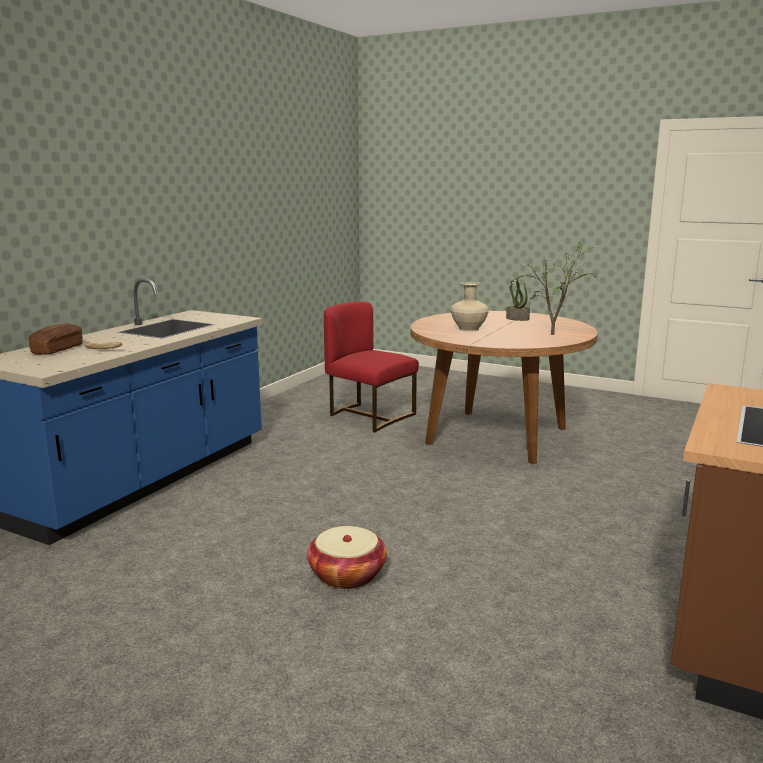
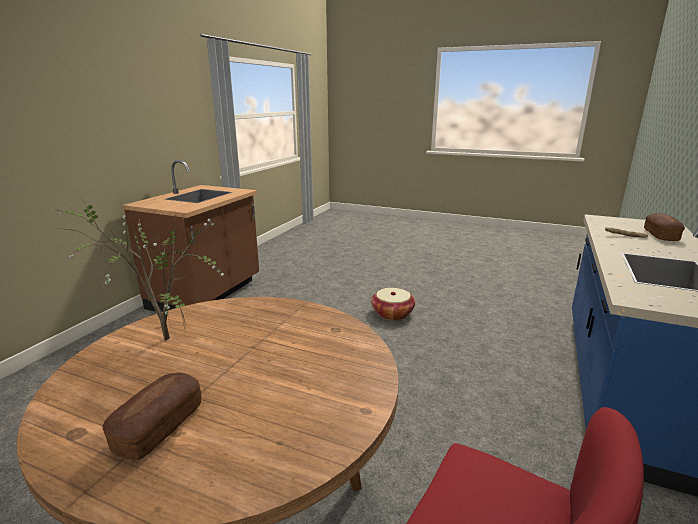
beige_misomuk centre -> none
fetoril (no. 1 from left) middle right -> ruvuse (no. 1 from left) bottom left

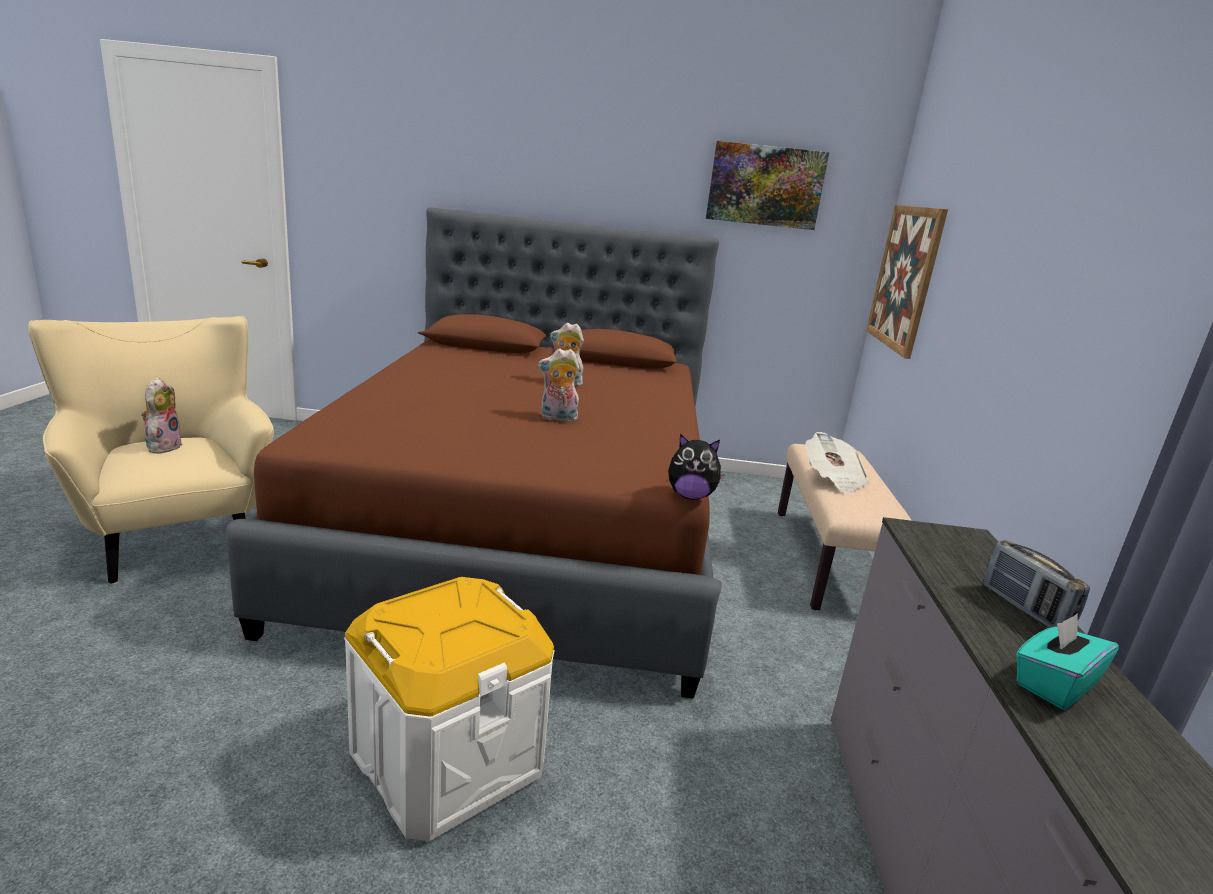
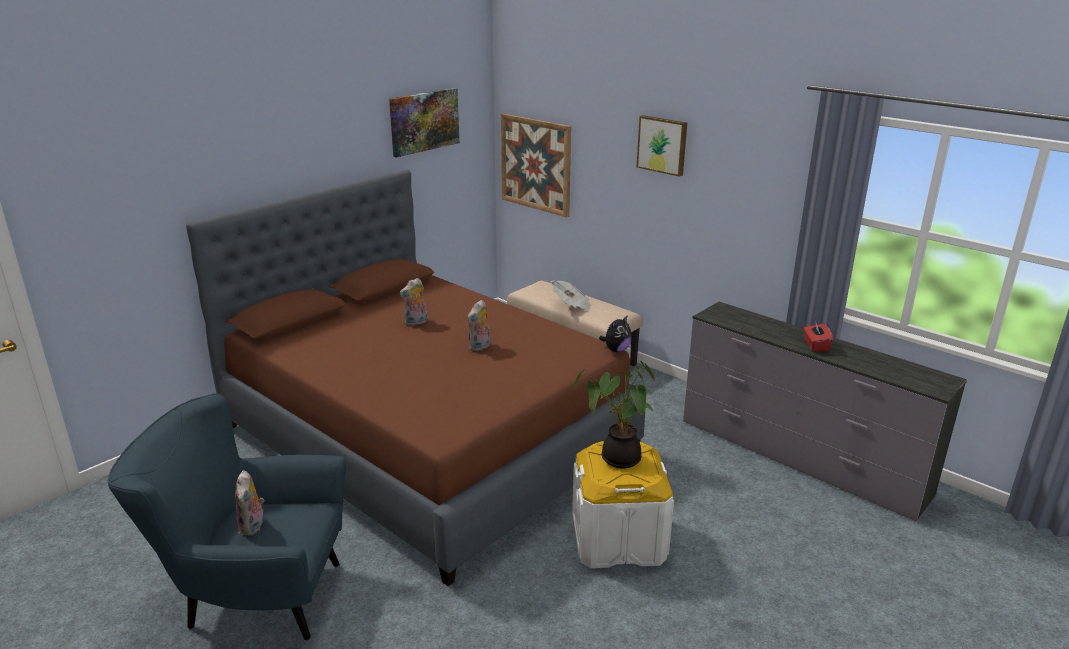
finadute middle right -> none
none -> fetoril centre
none -> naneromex (no. 3 from left) top centre
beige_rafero middle left -> blue_rafero bottom left
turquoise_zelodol bottom right -> red_zelodol middle right
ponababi (no. 1 from left) middle left -> ponababi (no. 1 from left) bottom left, 135 degrees counterclockwise

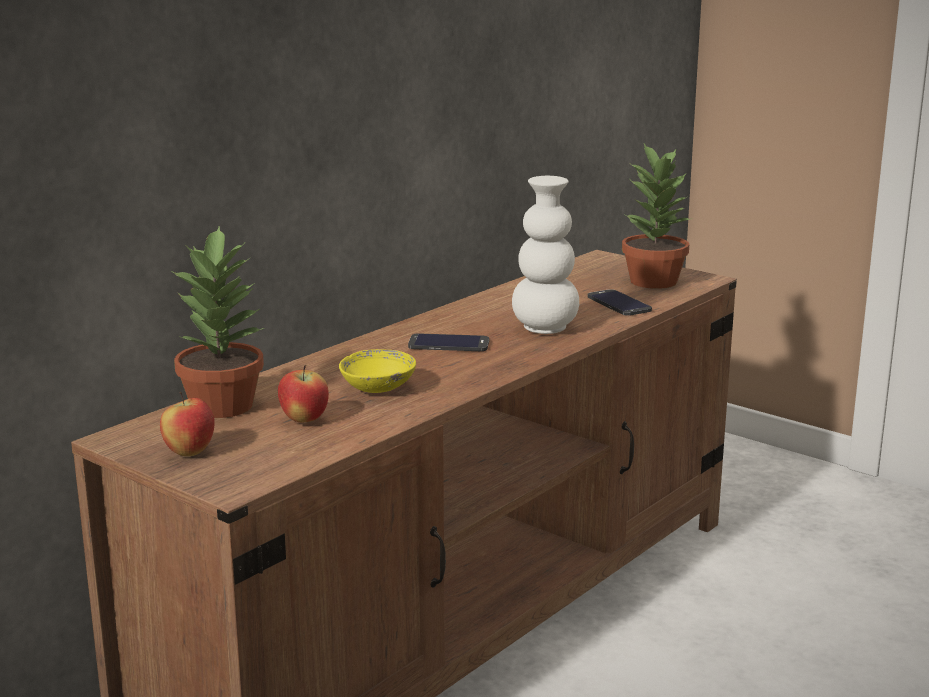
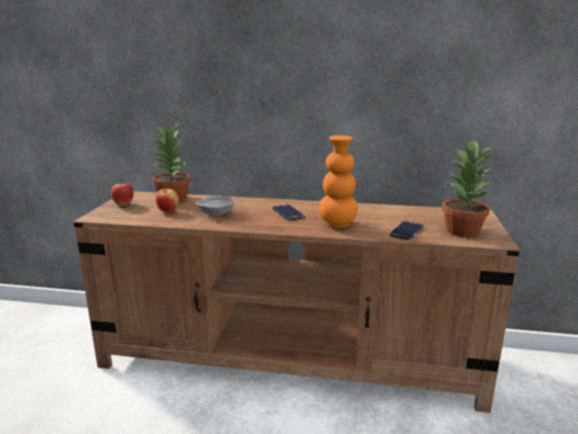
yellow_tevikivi centre -> grey_tevikivi centre
white_misomuk centre -> orange_misomuk centre

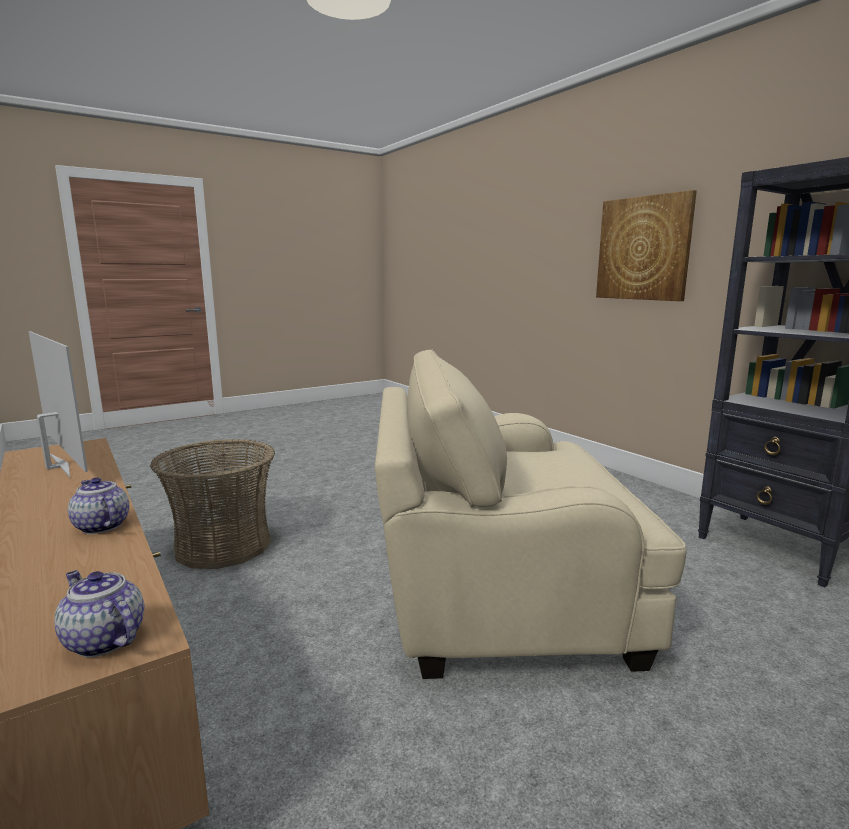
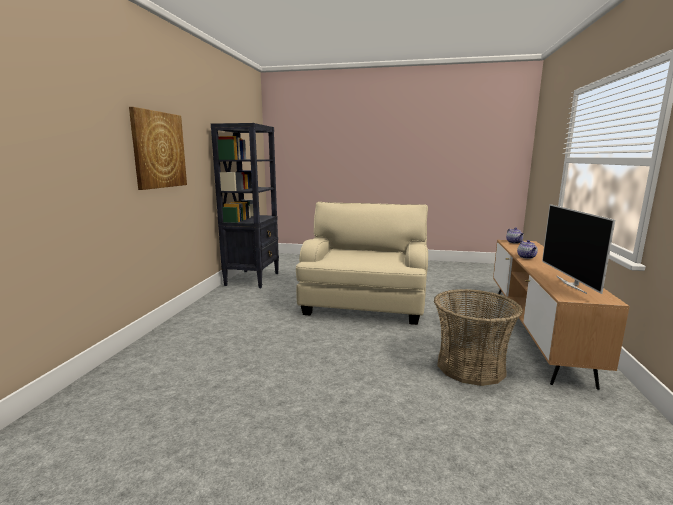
beige_rafero centre, 120 degrees counterclockwise

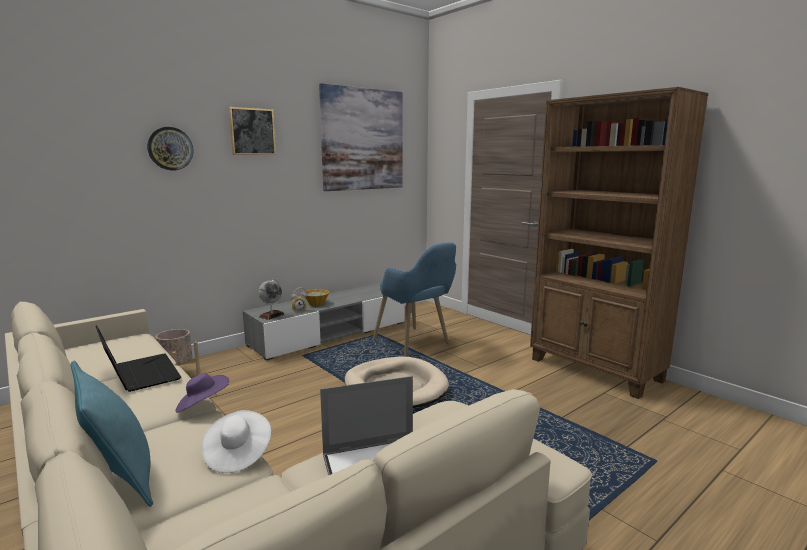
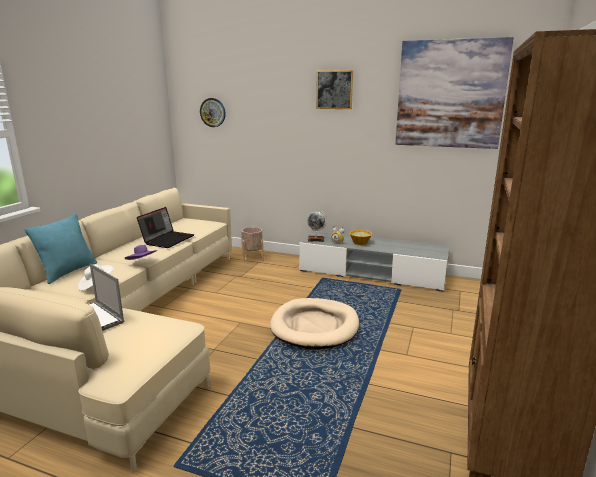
blue_rafero centre -> none
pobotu top left -> pobotu top centre, shifted

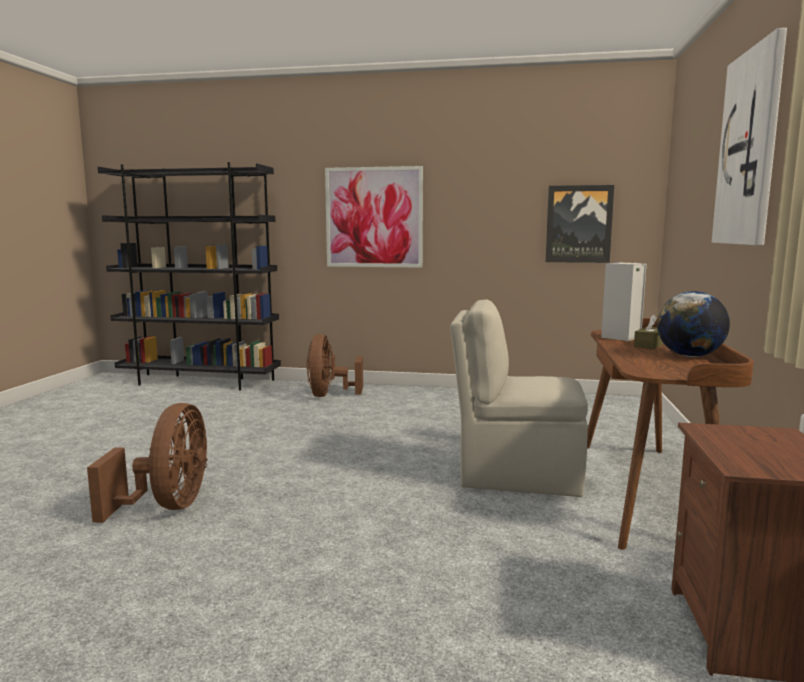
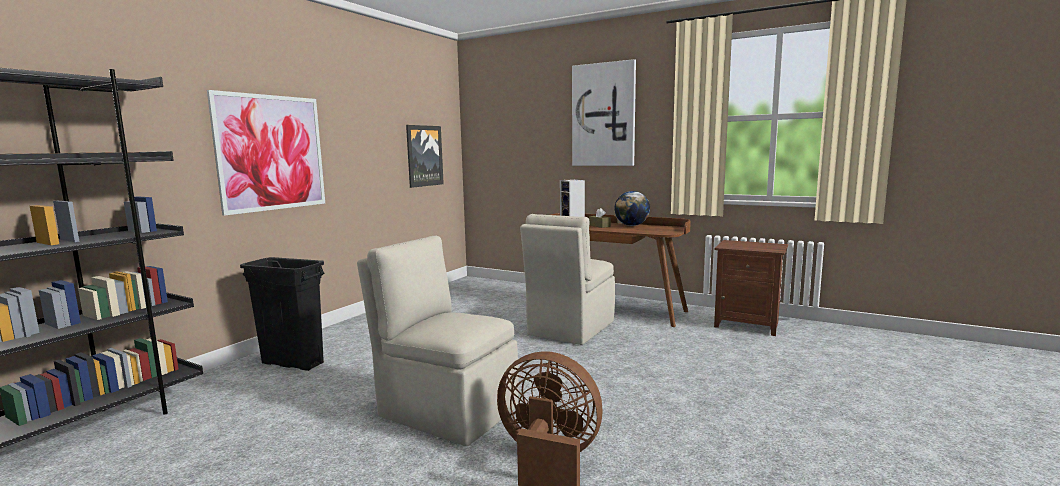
none -> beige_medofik (no. 1 from left) bottom centre
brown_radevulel (no. 2 from left) centre -> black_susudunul middle left

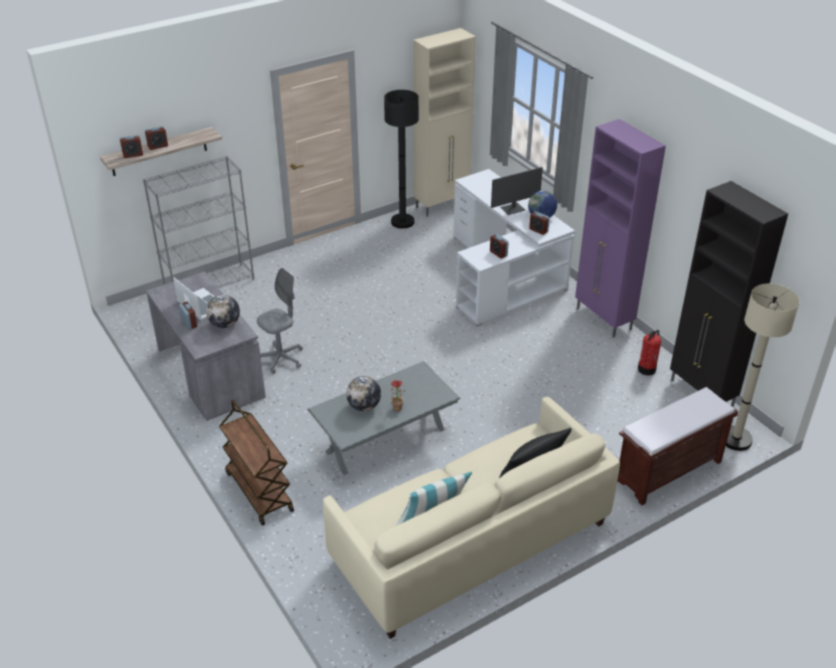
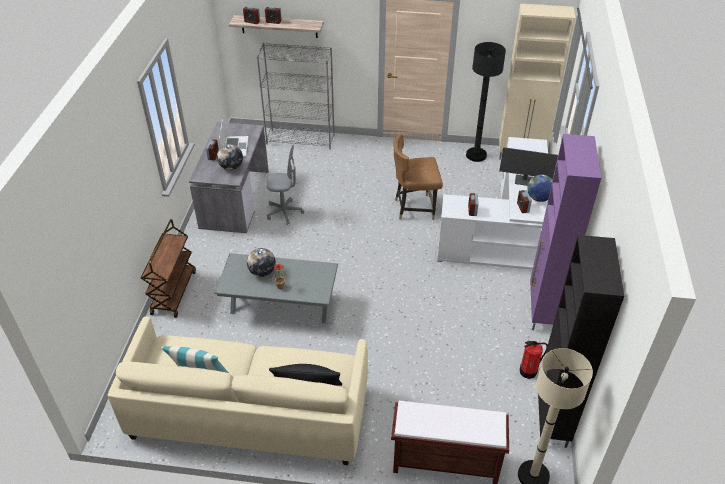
none -> brown_medofik centre

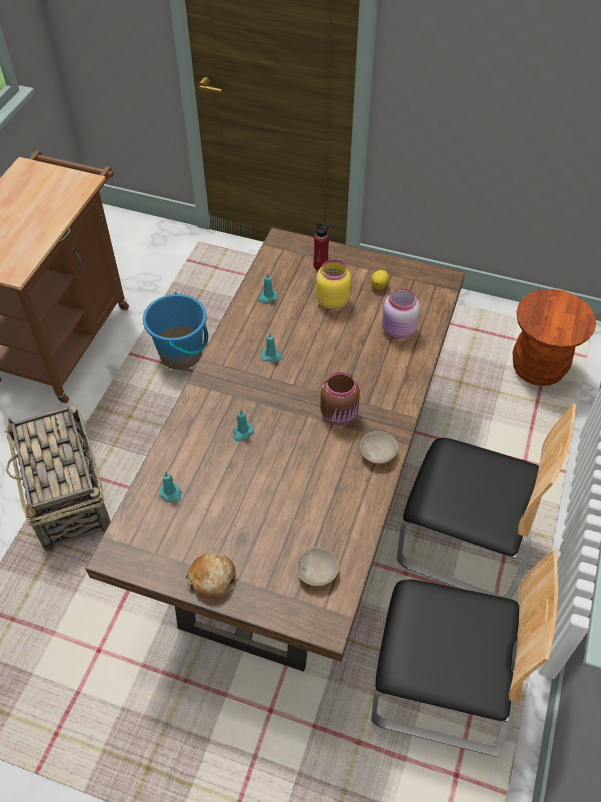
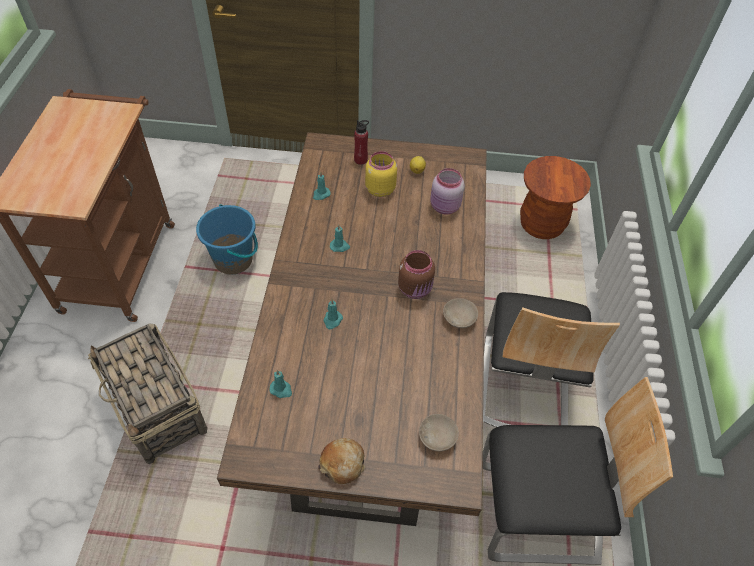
medofik (no. 2 from left in the first image) middle right -> medofik (no. 1 from left) middle right, 90 degrees clockwise

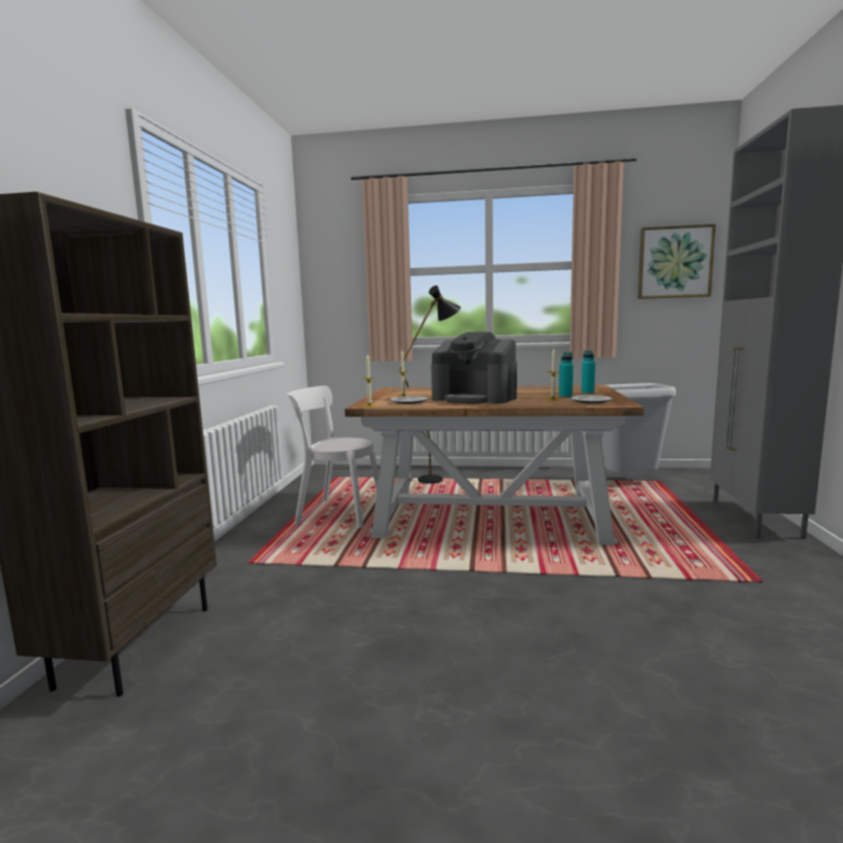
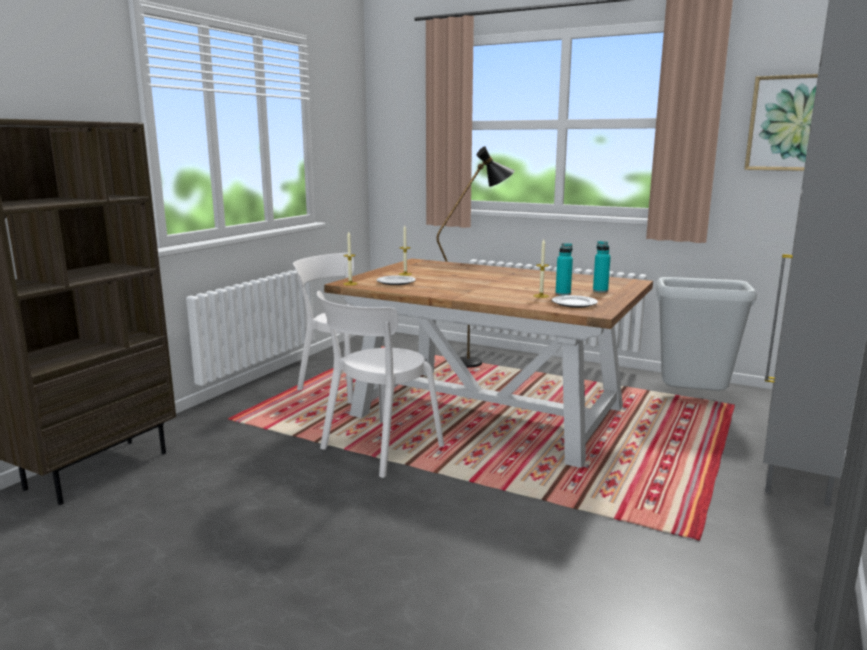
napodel centre -> none
none -> white_medofik (no. 2 from left) centre

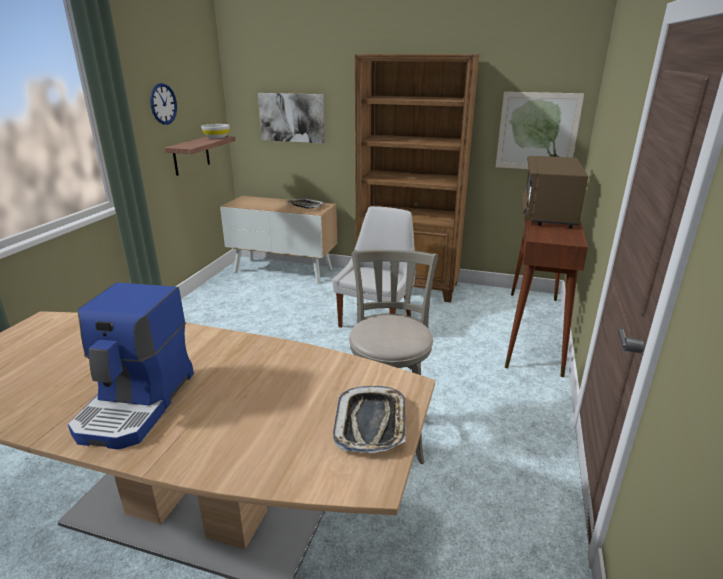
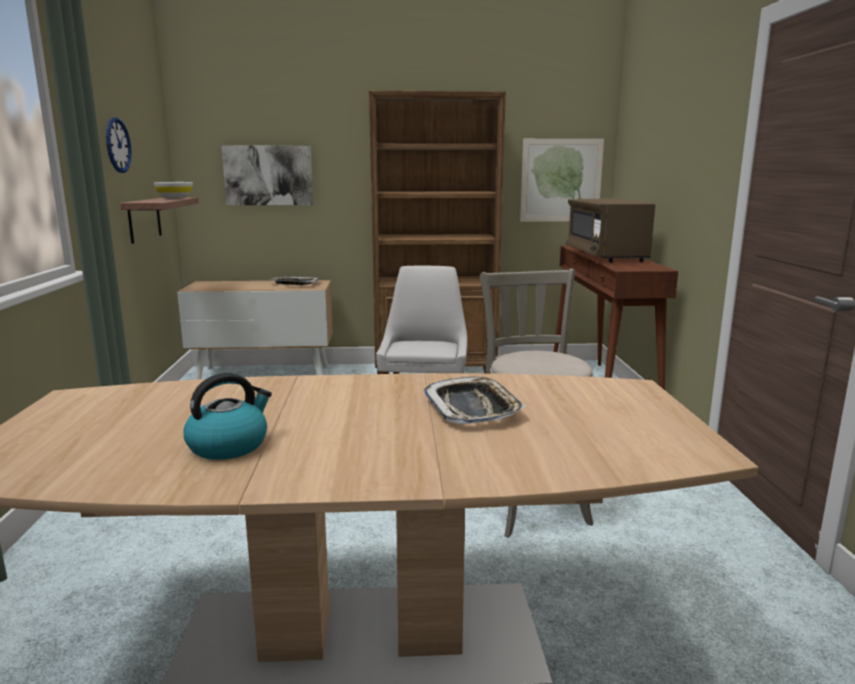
napodel middle left -> none
none -> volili middle left
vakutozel (no. 2 from left) bottom centre -> vakutozel (no. 2 from left) centre, shifted

